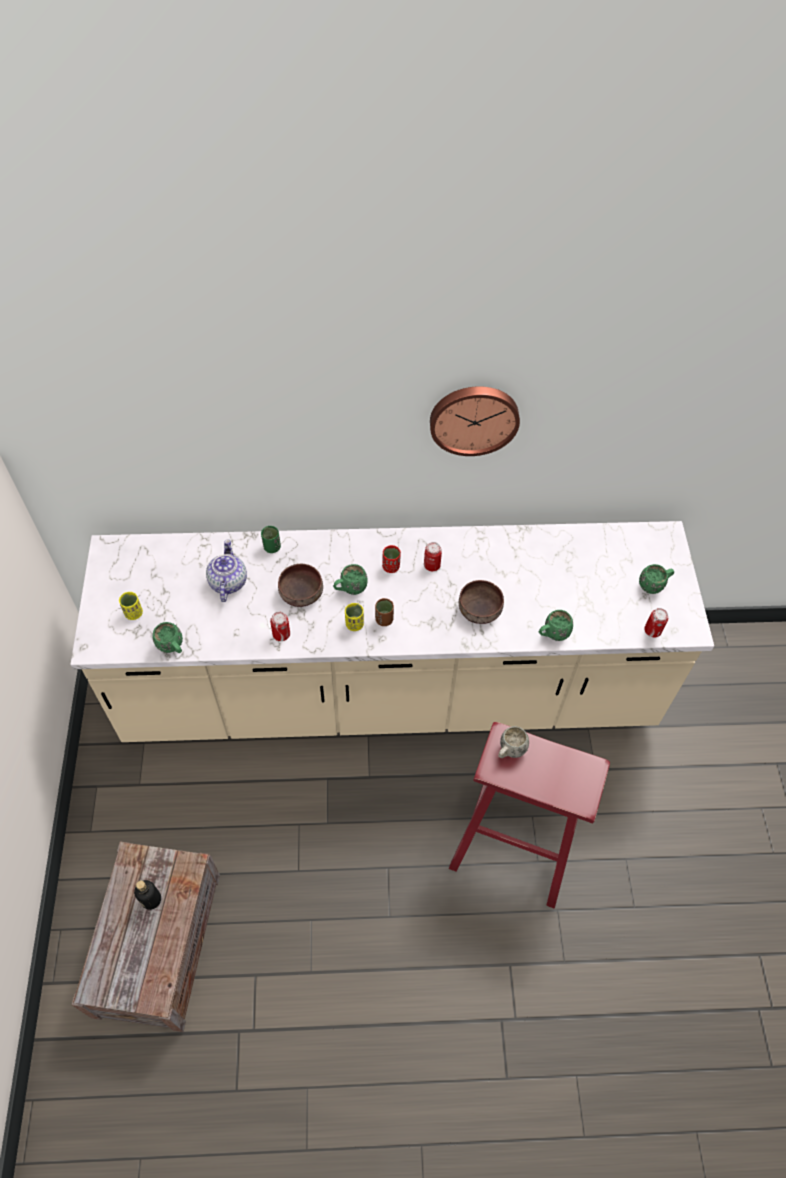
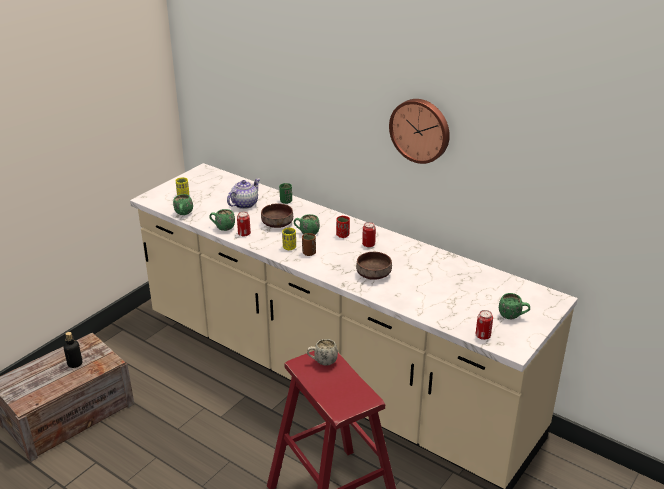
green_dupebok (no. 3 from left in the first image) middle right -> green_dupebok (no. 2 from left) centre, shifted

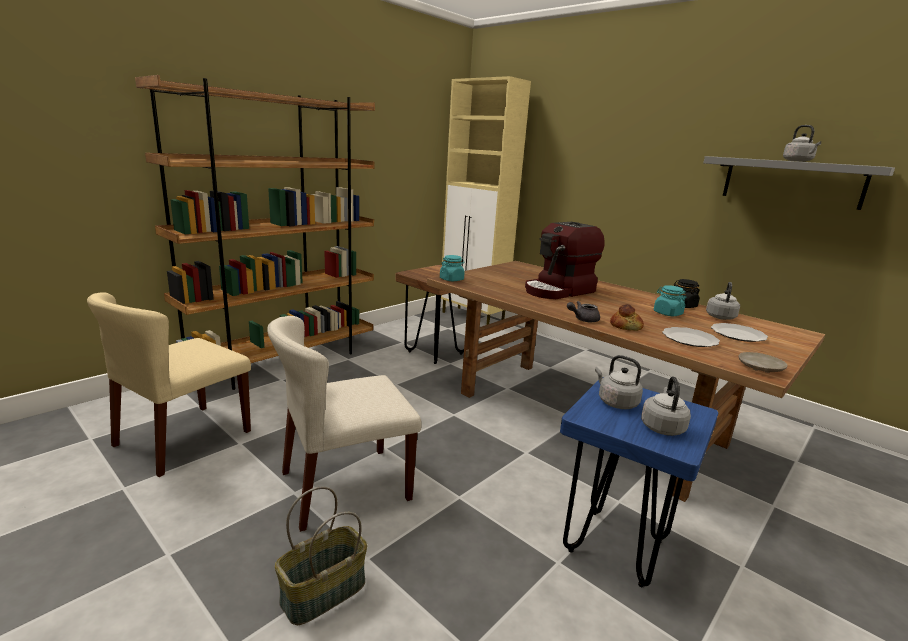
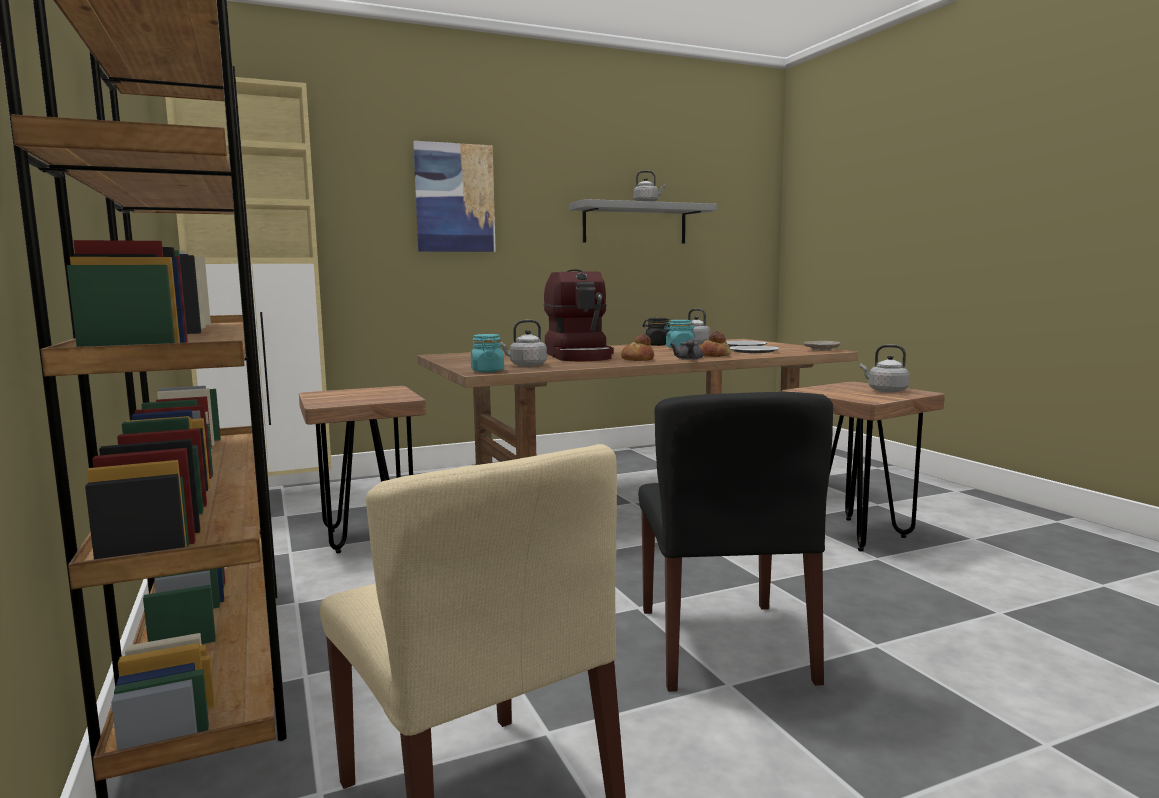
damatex bottom centre -> none
none -> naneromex top centre
none -> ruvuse (no. 1 from left) centre
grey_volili (no. 1 from left) middle right -> grey_volili (no. 1 from left) centre, shifted
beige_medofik (no. 2 from left) centre -> black_medofik bottom centre
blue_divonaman bottom right -> brown_divonaman (no. 2 from left) middle right

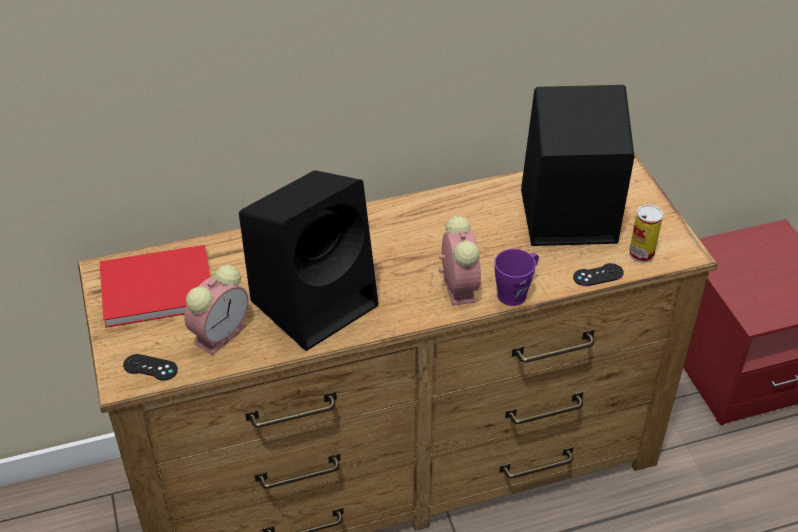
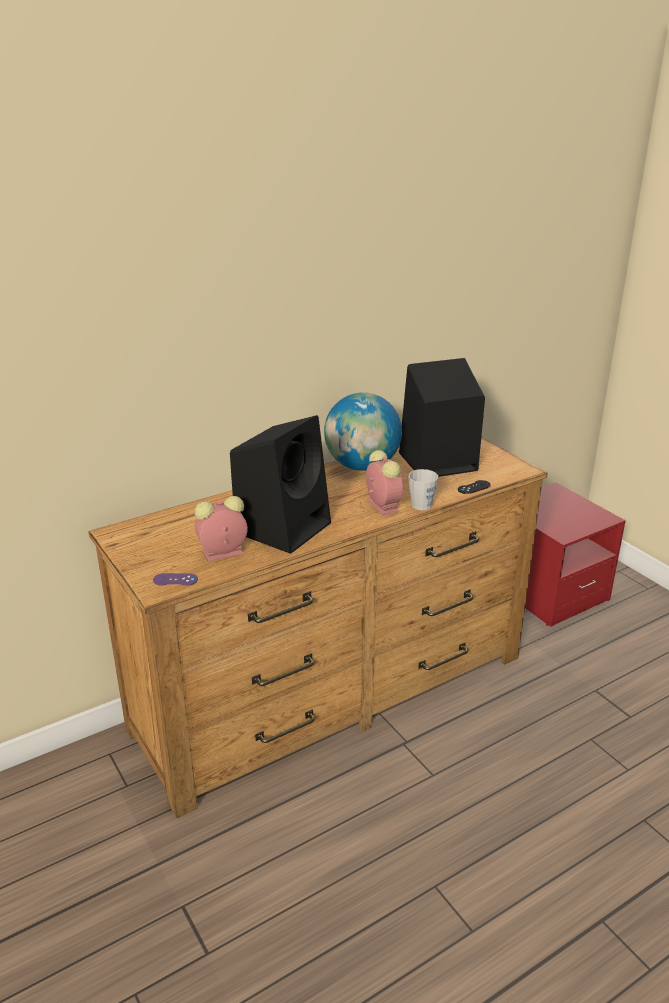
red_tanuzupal middle left -> none
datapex middle right -> none
none -> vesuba centre
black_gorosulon (no. 1 from left) bottom left -> purple_gorosulon middle left
purple_dupebok centre -> grey_dupebok centre
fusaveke (no. 1 from left) middle left, 135 degrees counterclockwise

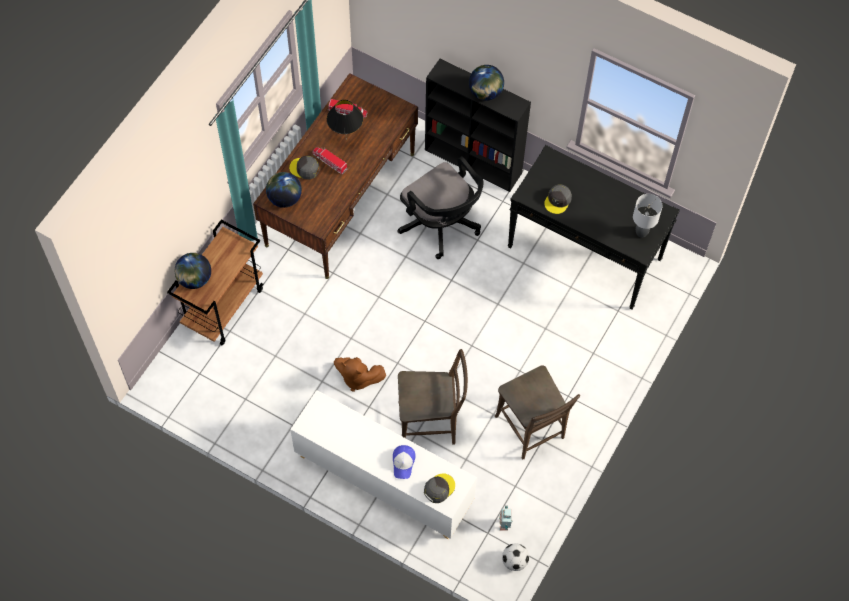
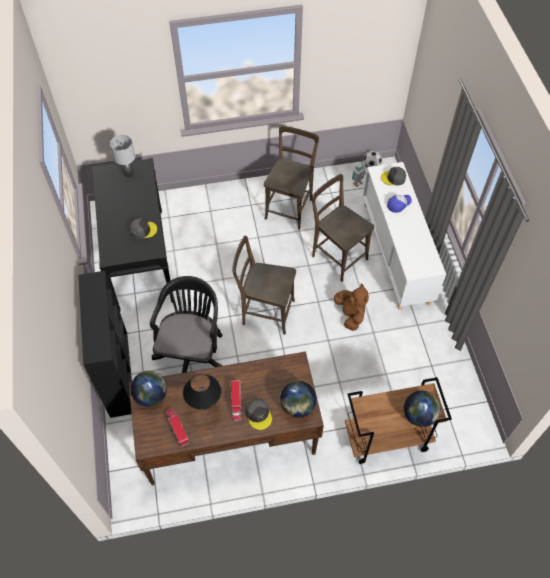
none -> brown_medofik (no. 1 from left) centre
vesuba (no. 3 from left in the first image) top centre -> vesuba (no. 1 from left) bottom left, shifted

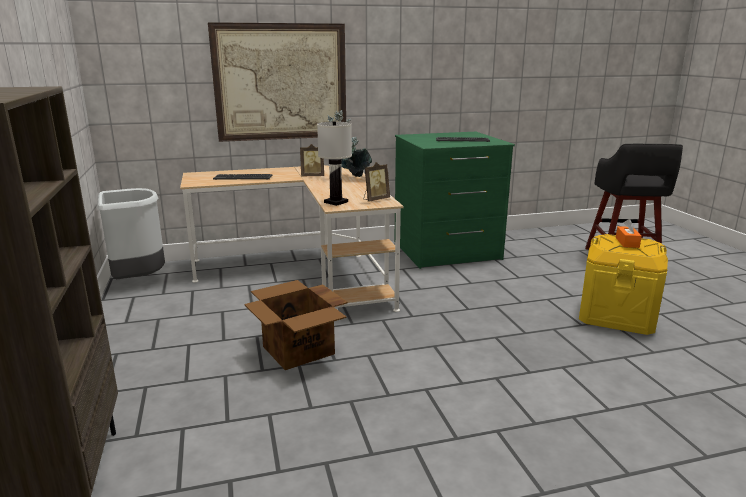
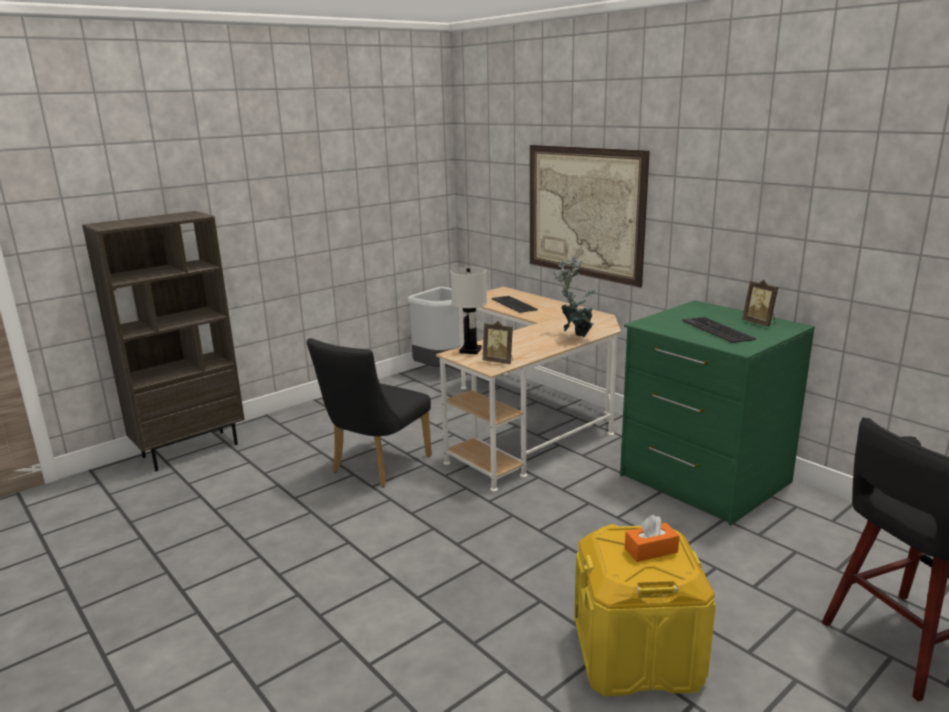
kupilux (no. 1 from left in the first image) top centre -> kupilux (no. 2 from left) middle right, shifted
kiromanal centre -> black_medofik centre

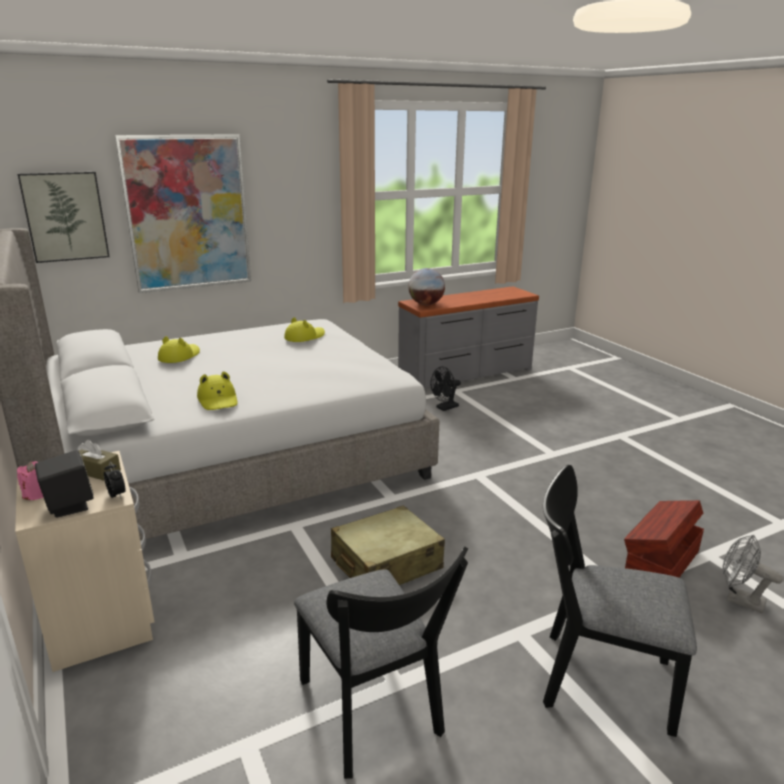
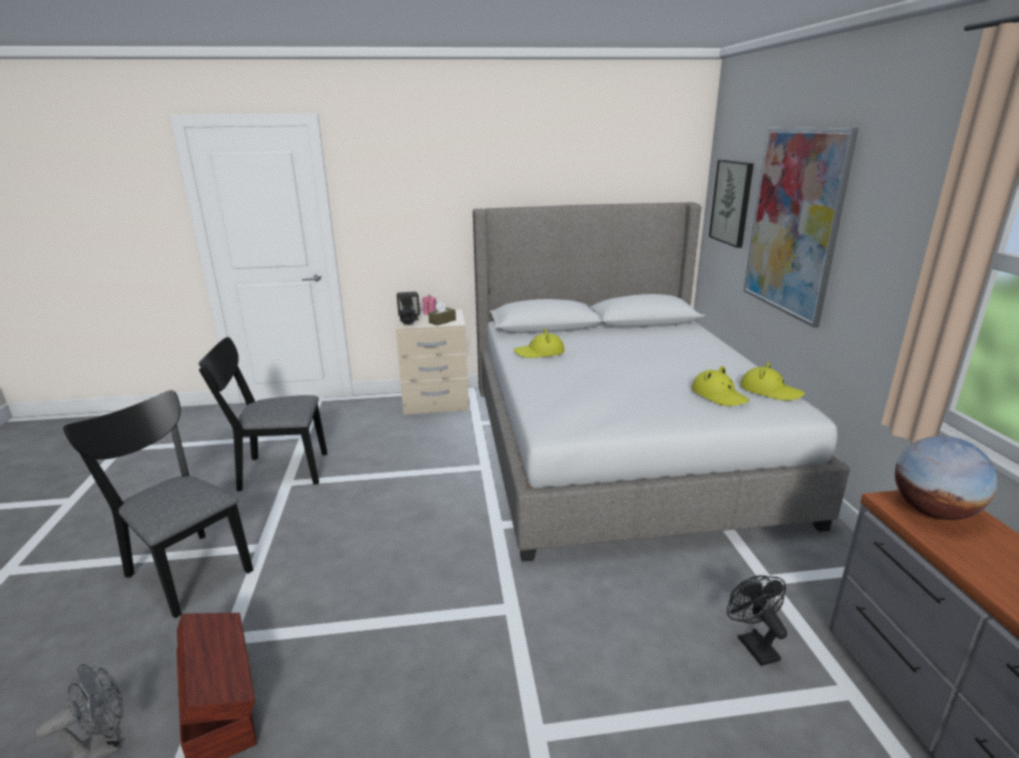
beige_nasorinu bottom centre -> none
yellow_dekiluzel (no. 1 from left in the first image) middle left -> yellow_dekiluzel (no. 3 from left) middle right, shifted
black_medofik (no. 2 from left in the first image) bottom right -> black_medofik (no. 1 from left) middle left, 90 degrees counterclockwise

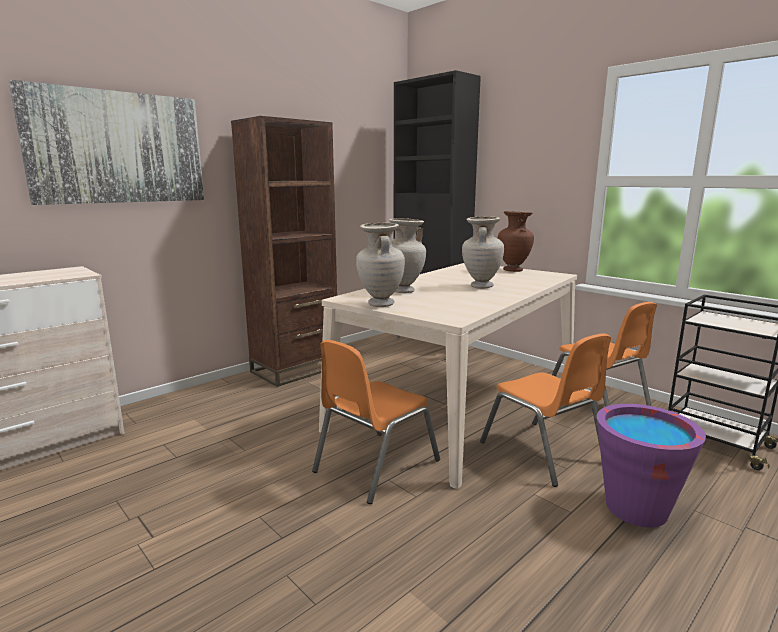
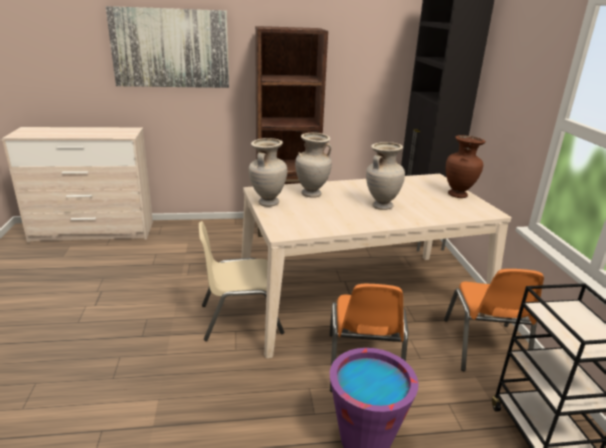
orange_medofik (no. 1 from left) bottom centre -> beige_medofik centre

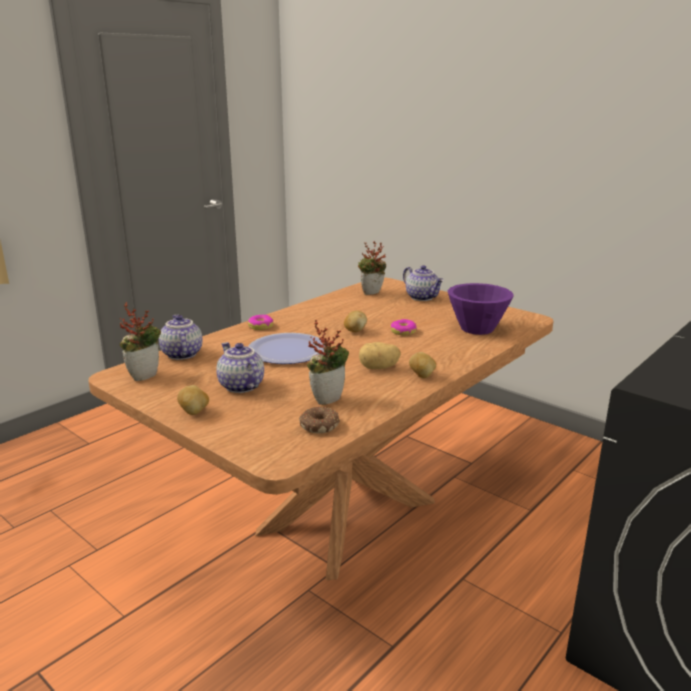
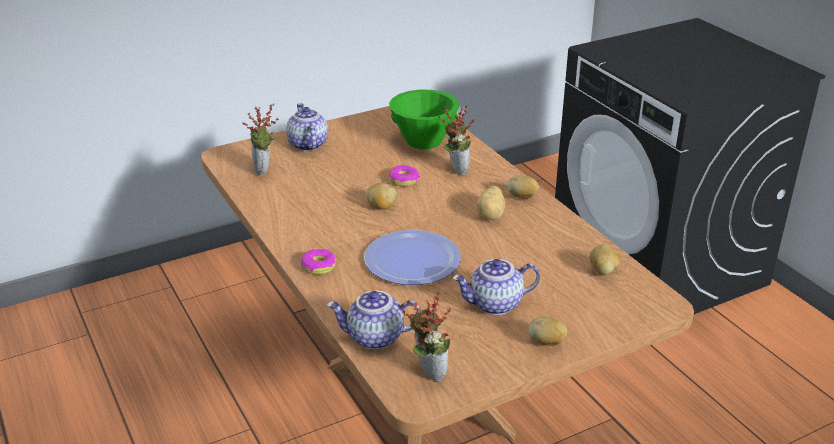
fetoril (no. 2 from left in the first image) centre -> fetoril (no. 3 from left) top centre, shifted
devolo (no. 2 from left) centre -> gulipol (no. 5 from left) middle right
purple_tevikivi middle right -> green_tevikivi top centre
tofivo (no. 3 from left in the first image) centre -> tofivo (no. 1 from left) top centre, 90 degrees counterclockwise

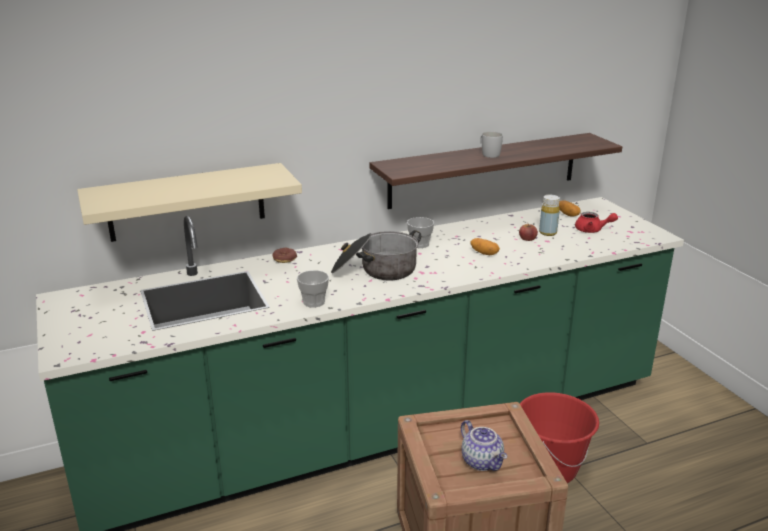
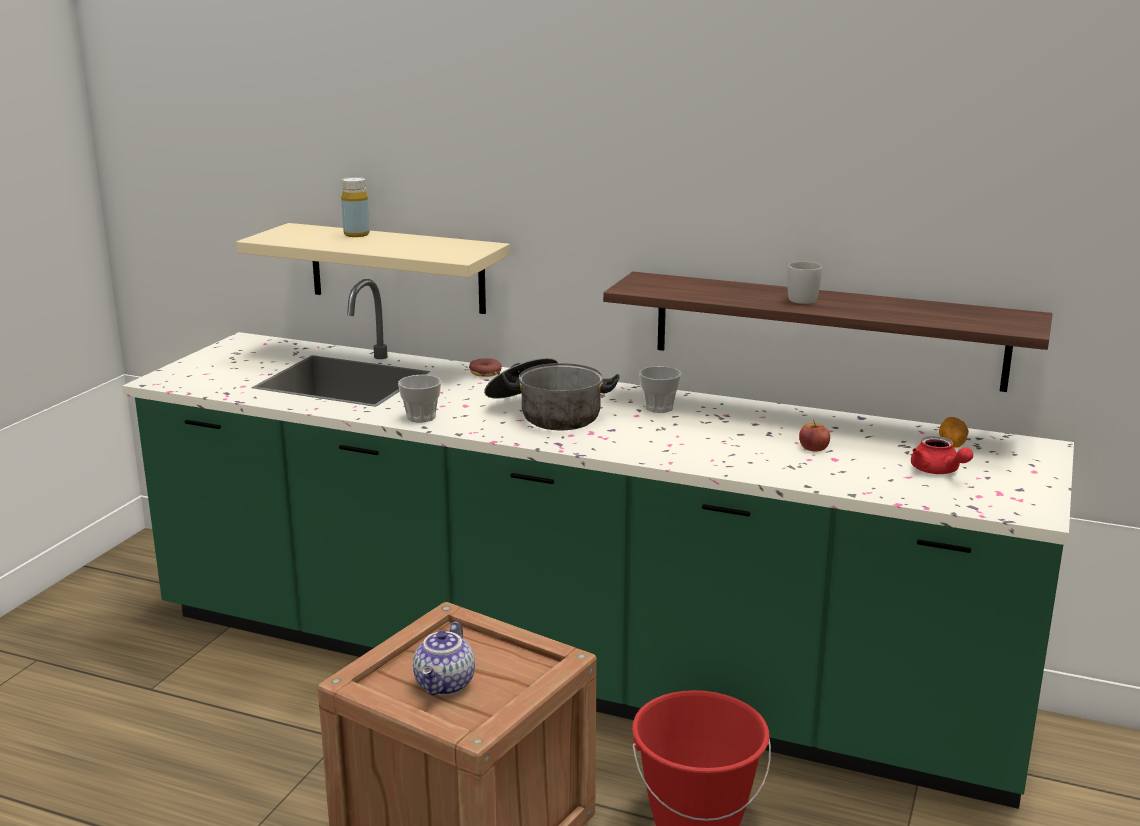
gulipol (no. 1 from left) centre -> none
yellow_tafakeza middle right -> yellow_tafakeza top left, shifted

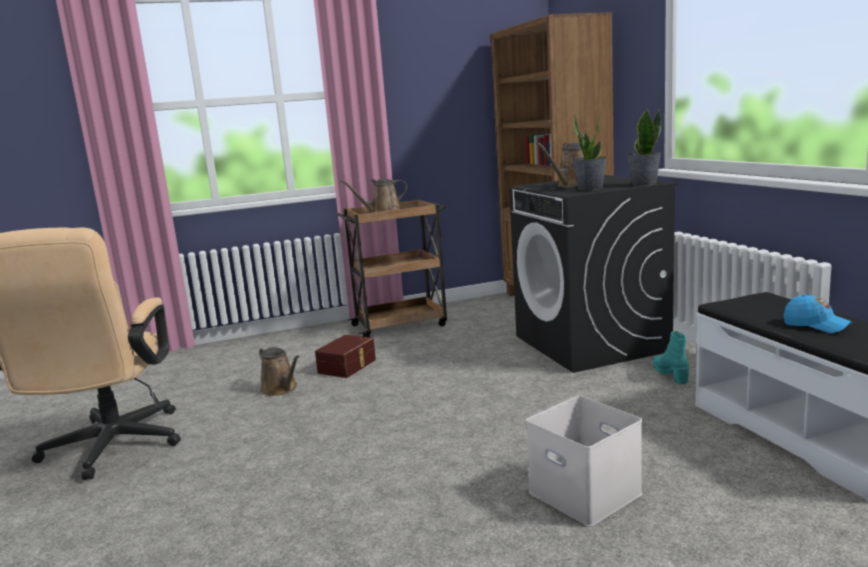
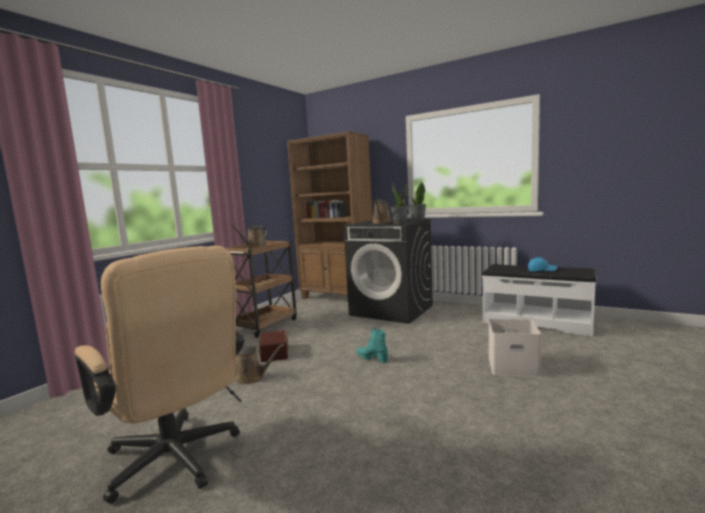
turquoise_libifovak middle right -> turquoise_libifovak bottom centre, shifted

